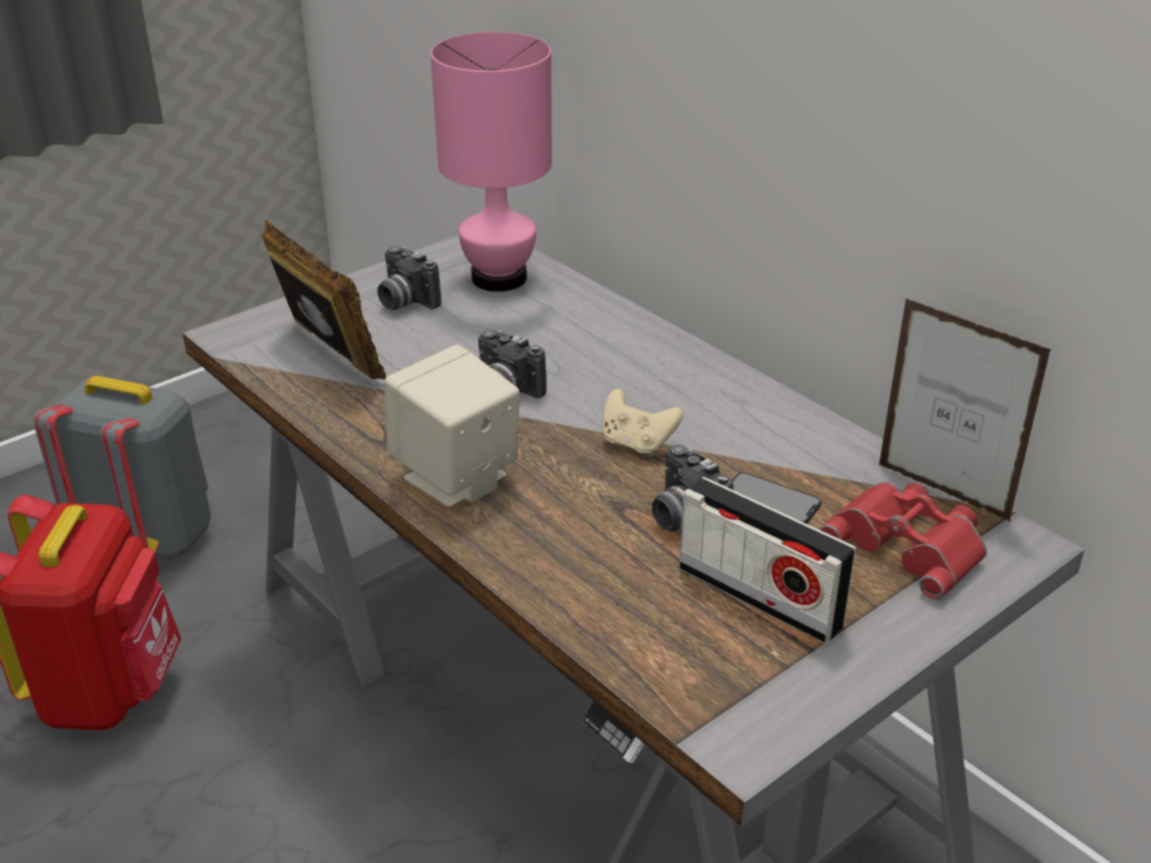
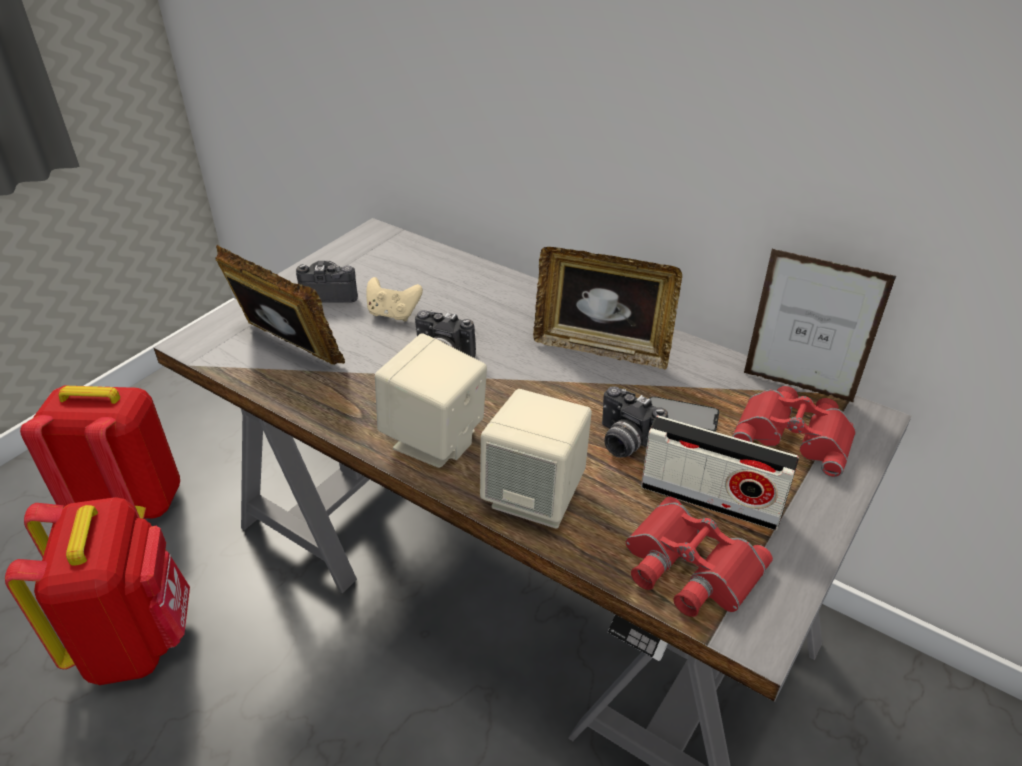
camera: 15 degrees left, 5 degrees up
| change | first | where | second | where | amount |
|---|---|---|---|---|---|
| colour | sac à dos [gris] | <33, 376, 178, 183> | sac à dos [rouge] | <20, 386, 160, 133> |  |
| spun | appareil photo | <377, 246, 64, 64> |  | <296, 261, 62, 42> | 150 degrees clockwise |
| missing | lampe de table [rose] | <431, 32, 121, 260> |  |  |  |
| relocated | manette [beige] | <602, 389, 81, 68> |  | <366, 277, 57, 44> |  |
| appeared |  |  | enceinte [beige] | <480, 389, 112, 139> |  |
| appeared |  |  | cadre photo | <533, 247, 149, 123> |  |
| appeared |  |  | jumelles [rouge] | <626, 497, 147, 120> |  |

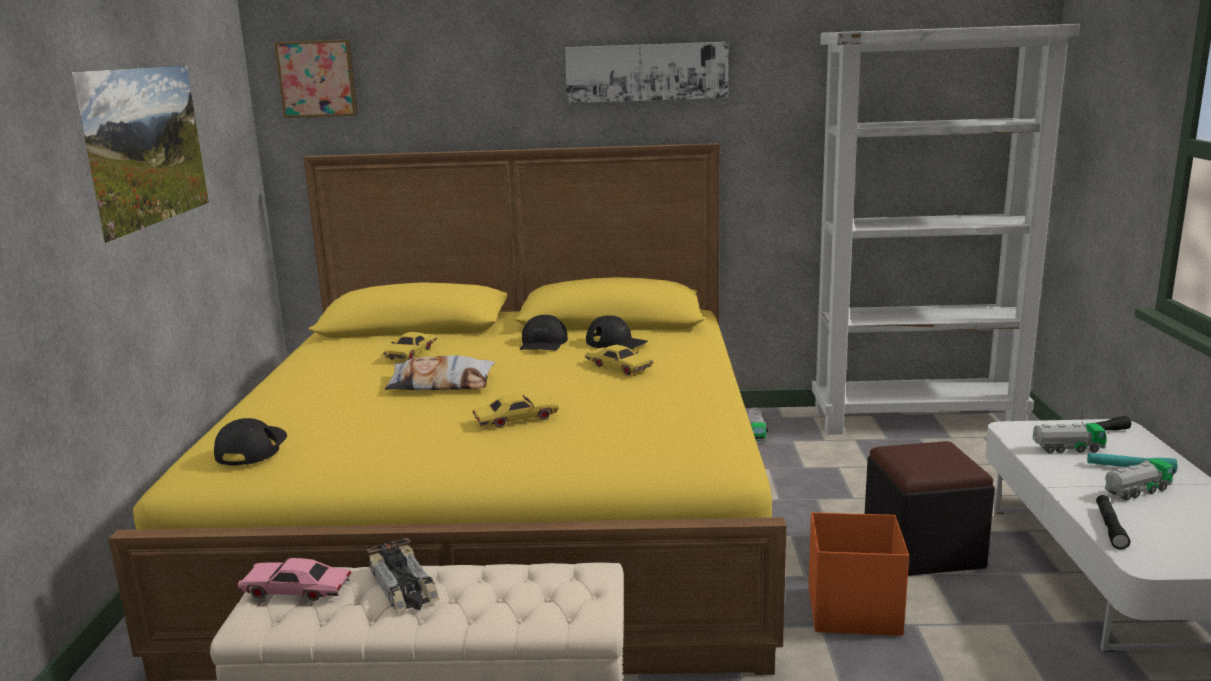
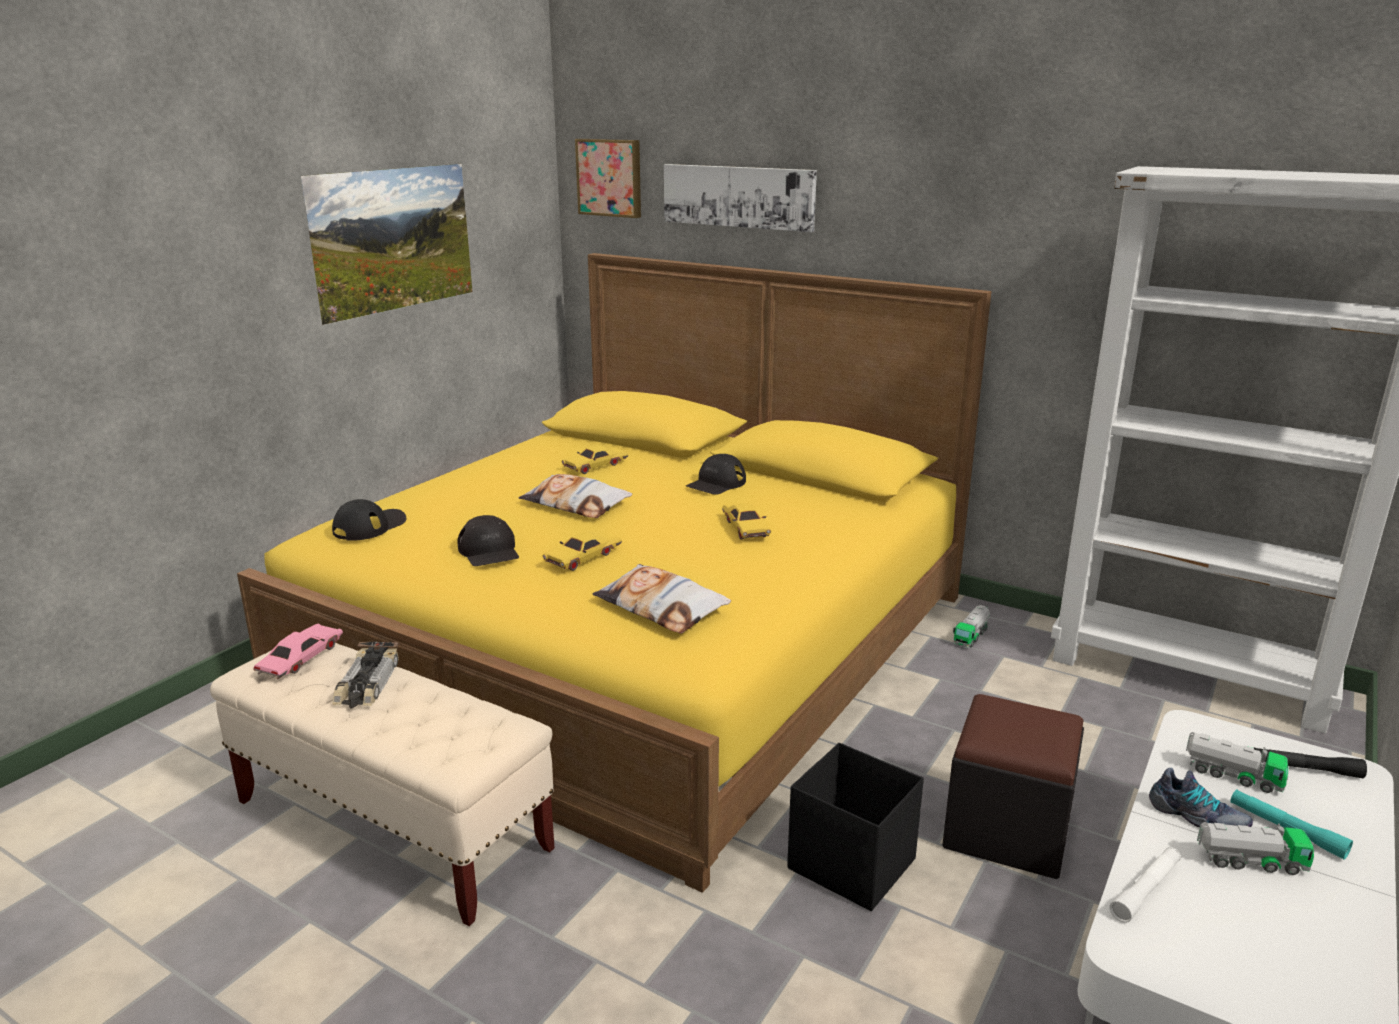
camera: 30 degrees right, 5 degrees up
| change | first | where | second | where | amount |
|---|---|---|---|---|---|
| spun | petite voiture [rose] | <238, 558, 113, 43> |  | <253, 623, 90, 56> | 75 degrees clockwise |
| spun | petite voiture [jaune] | <473, 394, 86, 33> |  | <542, 531, 80, 40> | 120 degrees clockwise |
| relocated | tableau | <565, 42, 163, 61> |  | <664, 164, 153, 68> |  |
| relocated | casquette [noir] | <586, 315, 62, 35> |  | <457, 515, 62, 51> |  |
| colour | boîte de rangement [orange] | <809, 512, 100, 124> | boîte de rangement [noir] | <787, 742, 137, 169> |  |
| colour | lampe de poche [noir] | <1096, 495, 34, 54> | lampe de poche [blanc] | <1110, 847, 71, 76> |  |
| appeared |  |  | coussin | <593, 564, 138, 70> |  |
| appeared |  |  | chaussure | <1149, 768, 104, 59> |  |

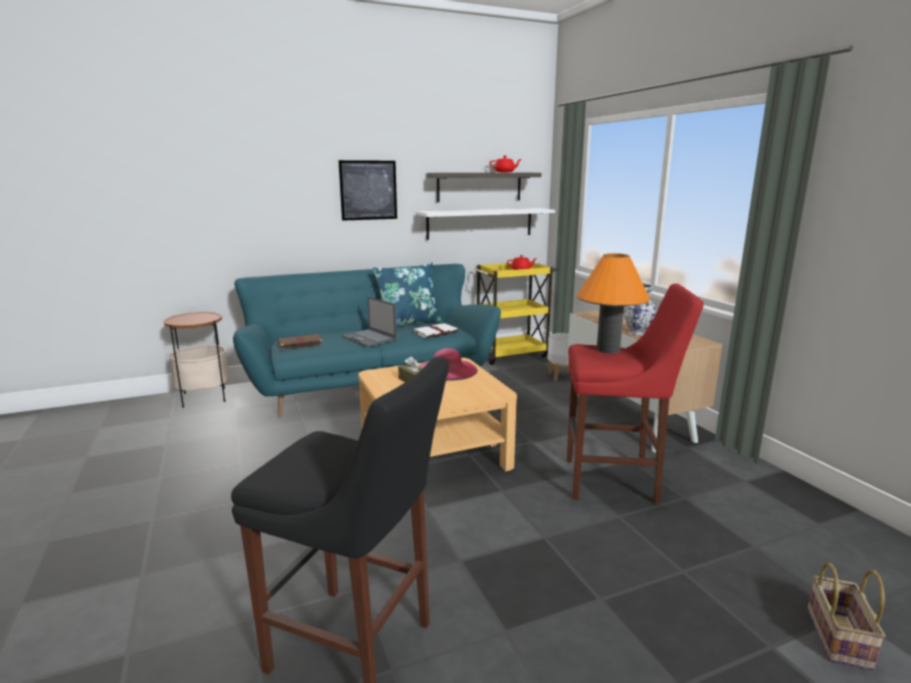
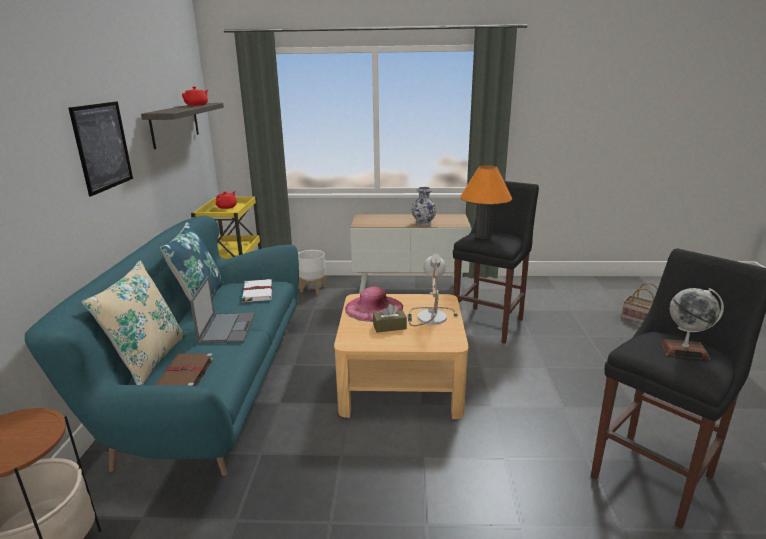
camera: 65 degrees left, 5 degrees up
| change | first | where | second | where | amount |
|---|---|---|---|---|---|
| spun | ordinateur portable | <341, 296, 56, 51> |  | <190, 276, 65, 68> | 75 degrees counterclockwise |
| missing | étagère [blanc] | <416, 208, 139, 32> |  |  |  |
| colour | tabouret [rouge] | <567, 284, 137, 221> | tabouret [noir] | <453, 181, 86, 163> |  |
| appeared |  |  | coussin [beige] | <82, 261, 104, 124> |  |
| appeared |  |  | lampe de table | <408, 254, 50, 72> |  |
| appeared |  |  | globe | <660, 288, 64, 72> |  |

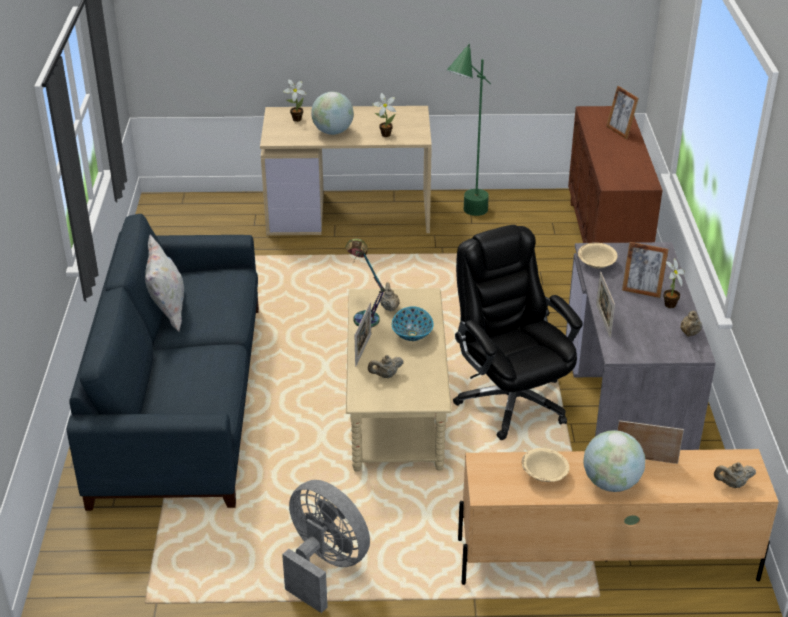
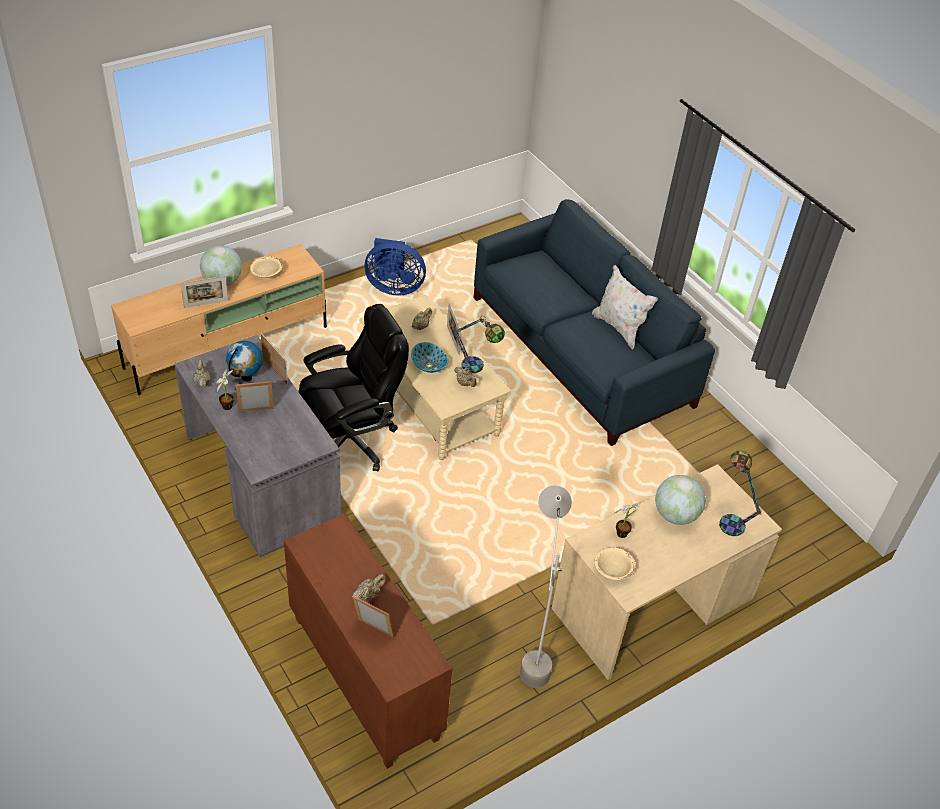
camera: 145 degrees right, 10 degrees up
| change | first | where | second | where | amount |
|---|---|---|---|---|---|
| colour | ventilateur [gris] | <282, 480, 88, 133> | ventilateur [bleu] | <364, 238, 62, 58> |  |
| exchanged | plante en pot | <283, 79, 24, 43> | lampe de table | <719, 450, 42, 86> |  |
| colour | lampadaire [vert] | <447, 44, 44, 172> | lampadaire [gris] | <520, 485, 52, 203> |  |
| spun | chaise de bureau [noir] | <453, 225, 130, 215> |  | <299, 304, 110, 168> | 60 degrees counterclockwise |
| relocated | bol [beige] | <578, 242, 40, 26> |  | <595, 548, 41, 32> |  |
| relocated | théière [beige] | <714, 462, 42, 26> |  | <353, 574, 33, 27> |  |
| appeared |  |  | globe | <226, 341, 37, 40> |  |

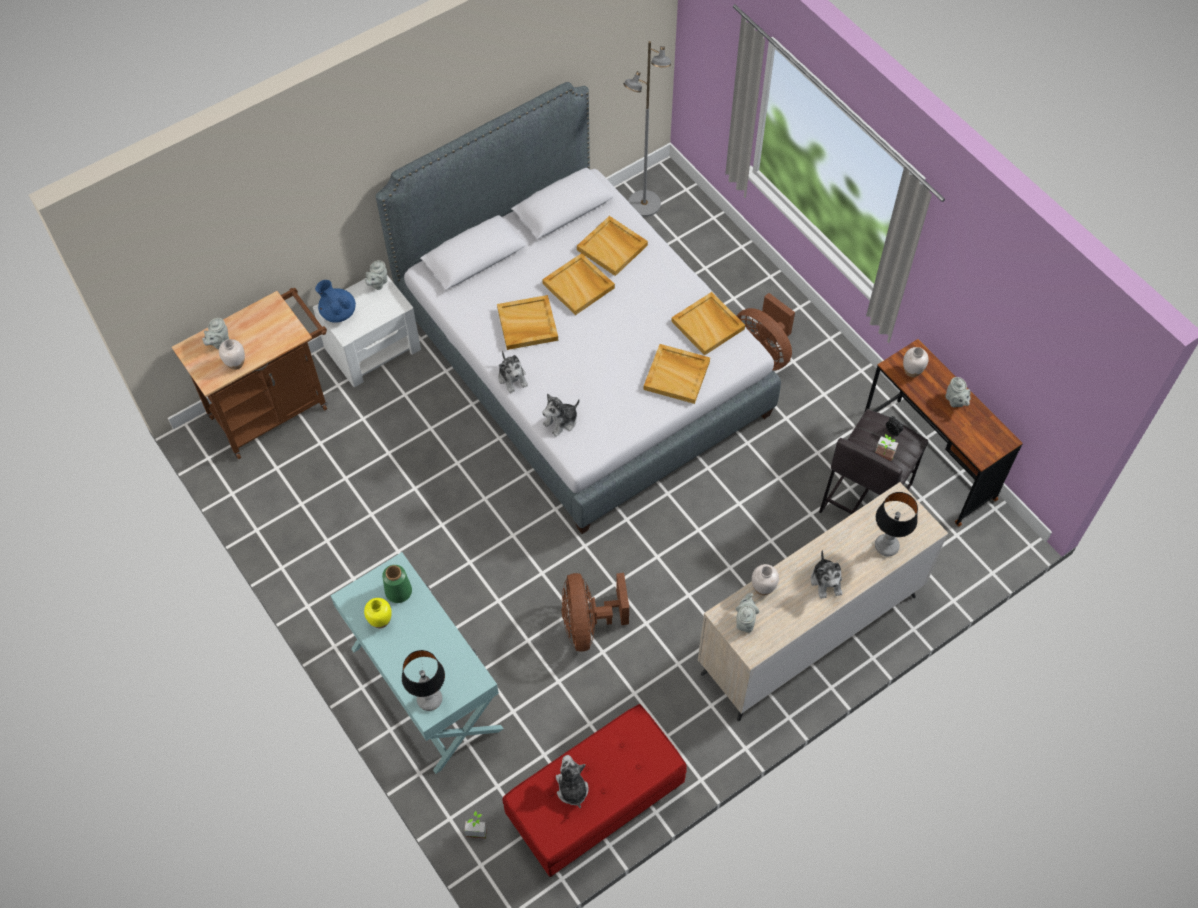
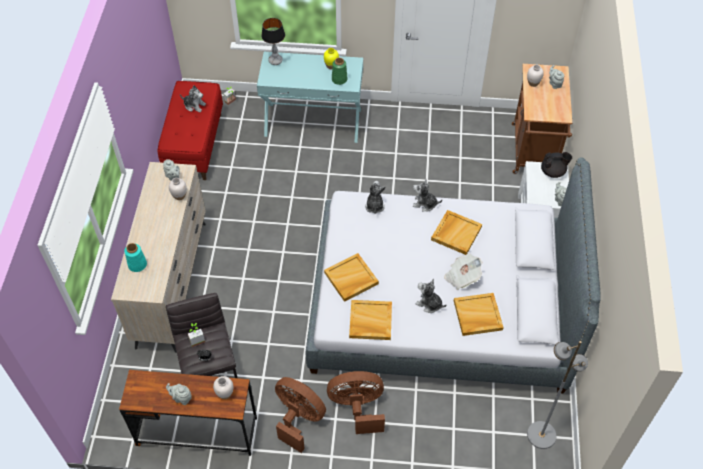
camera: 130 degrees right, 5 degrees down
| change | first | where | second | where | amount |
|---|---|---|---|---|---|
| colour | théière [bleu] | <315, 280, 41, 42> | théière [noir] | <541, 152, 31, 26> |  |
| exchanged | plateau [beige] | <542, 253, 73, 62> | journal | <444, 254, 39, 36> |  |
| relocated | ventilateur [marron] | <561, 573, 68, 78> |  | <275, 377, 51, 76> |  |
| relocated | peluche | <811, 550, 31, 49> |  | <416, 279, 31, 34> |  |
| exchanged | lampe de table | <875, 492, 43, 64> | vase [turquoise] | <124, 243, 23, 29> |  |

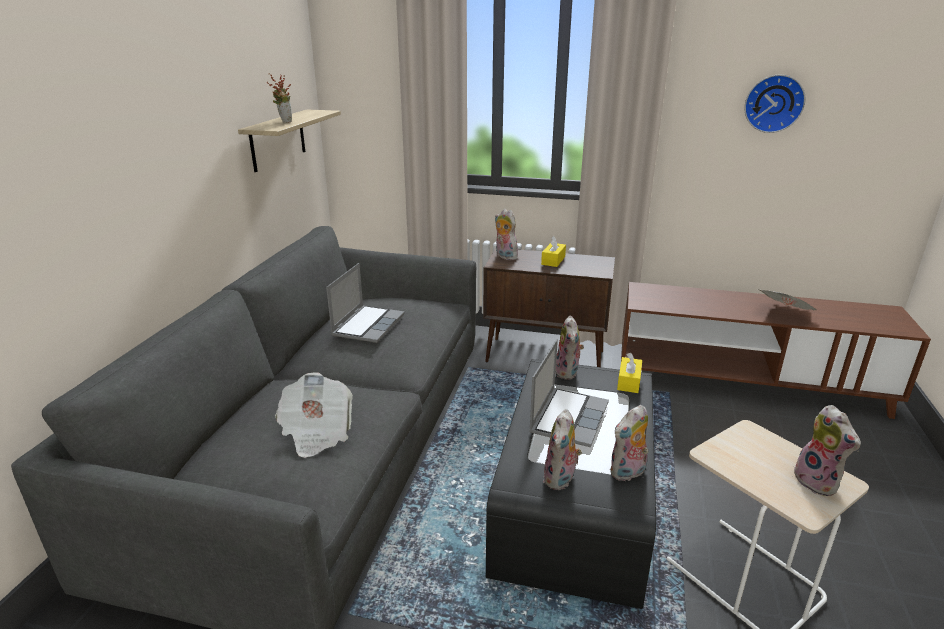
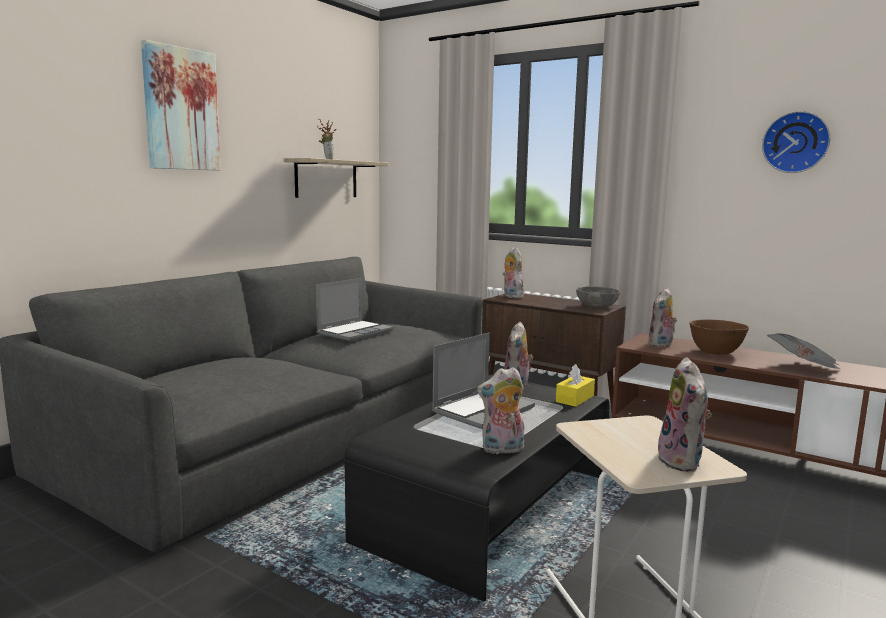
camera: 20 degrees right, 15 degrees down
| change | first | where | second | where | amount |
|---|---|---|---|---|---|
| missing | journal | <275, 372, 78, 86> |  |  |  |
| missing | boîte à mouchoirs [jaune] | <541, 236, 25, 31> |  |  |  |
| relocated | peluche | <544, 409, 38, 81> |  | <648, 288, 29, 59> |  |
| appeared |  |  | tableau | <141, 40, 80, 131> |  |
| appeared |  |  | bol [gris] | <576, 286, 44, 22> |  |
| appeared |  |  | bol [marron] | <689, 319, 60, 36> |  |

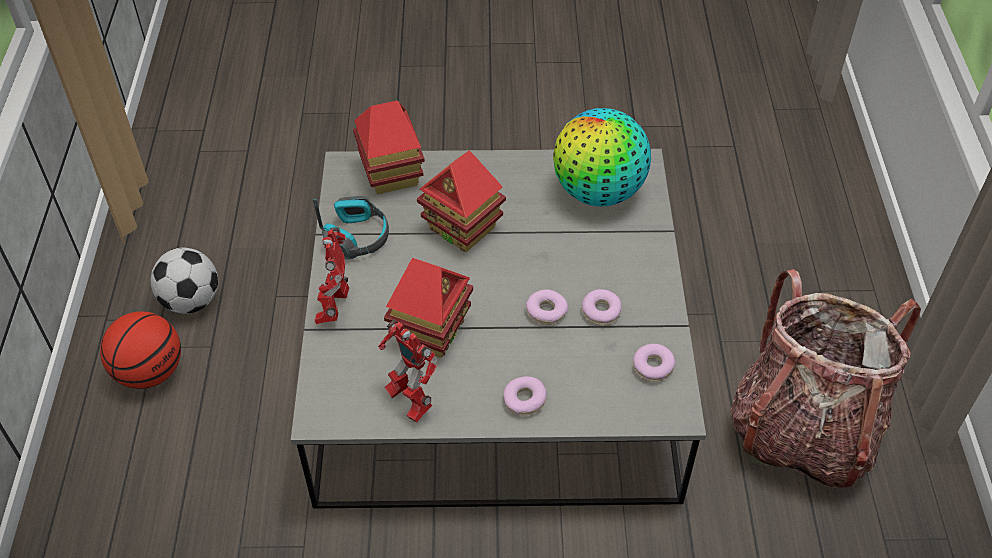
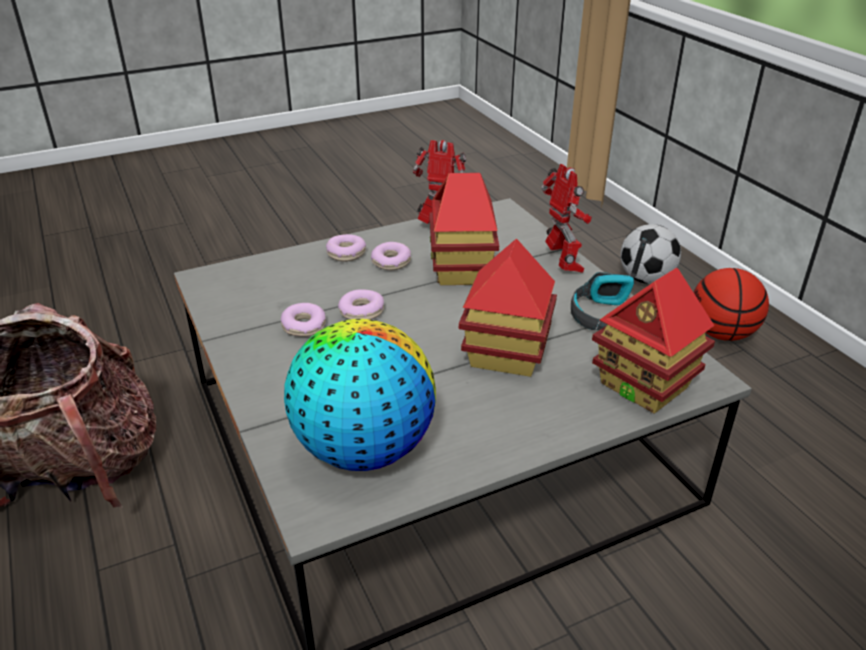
camera: 155 degrees right, 15 degrees down
| change | first | where | second | where | amount |
|---|---|---|---|---|---|
| relocated | ballon de foot | <151, 248, 67, 66> |  | <620, 224, 61, 60> |  |
| relocated | beignet | <633, 344, 43, 38> |  | <371, 242, 40, 28> |  |

